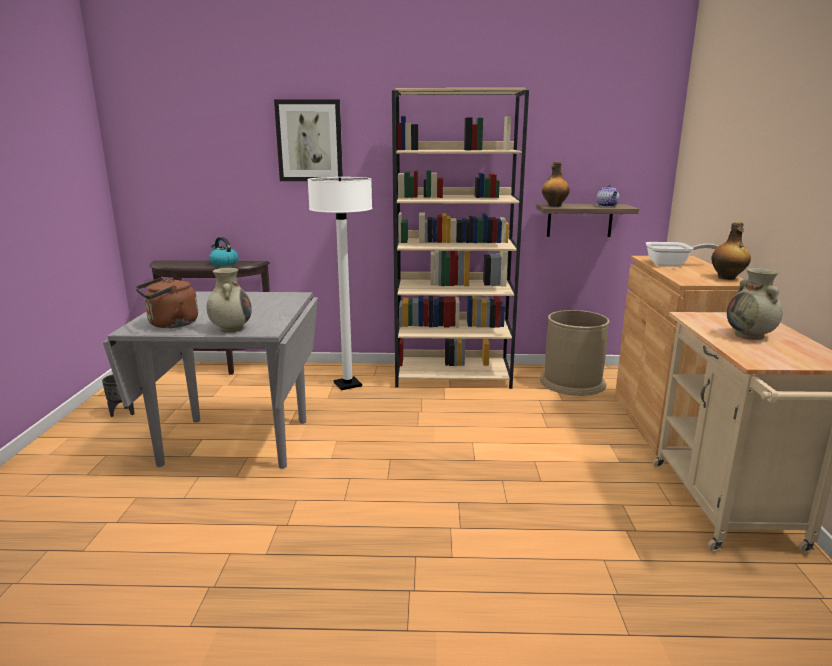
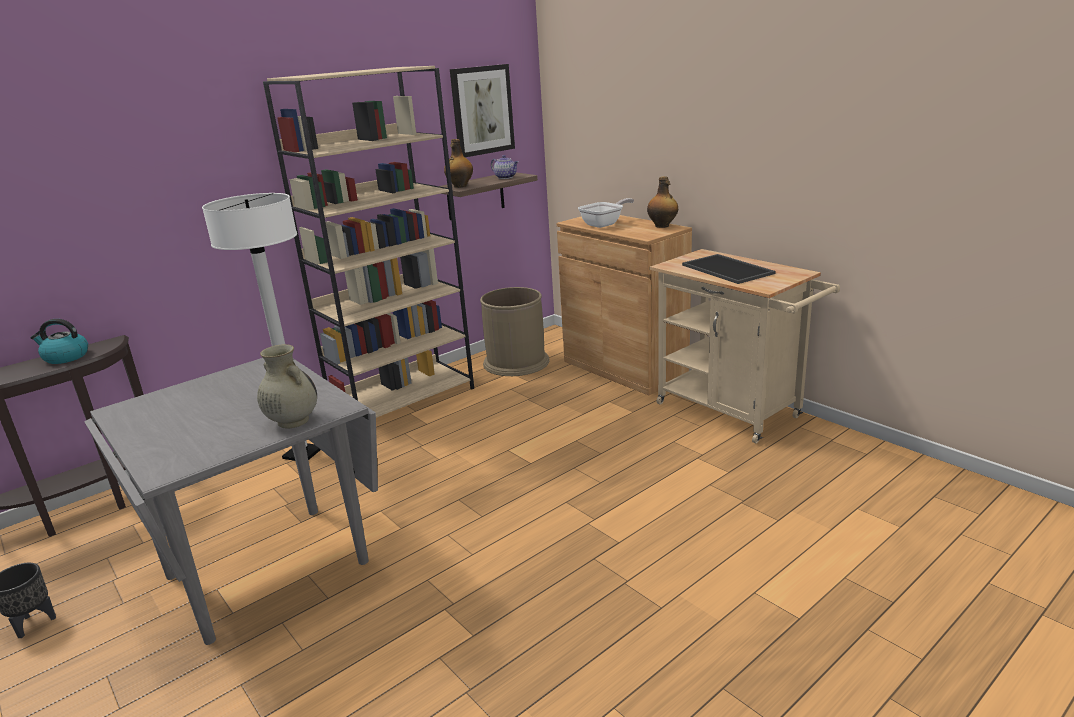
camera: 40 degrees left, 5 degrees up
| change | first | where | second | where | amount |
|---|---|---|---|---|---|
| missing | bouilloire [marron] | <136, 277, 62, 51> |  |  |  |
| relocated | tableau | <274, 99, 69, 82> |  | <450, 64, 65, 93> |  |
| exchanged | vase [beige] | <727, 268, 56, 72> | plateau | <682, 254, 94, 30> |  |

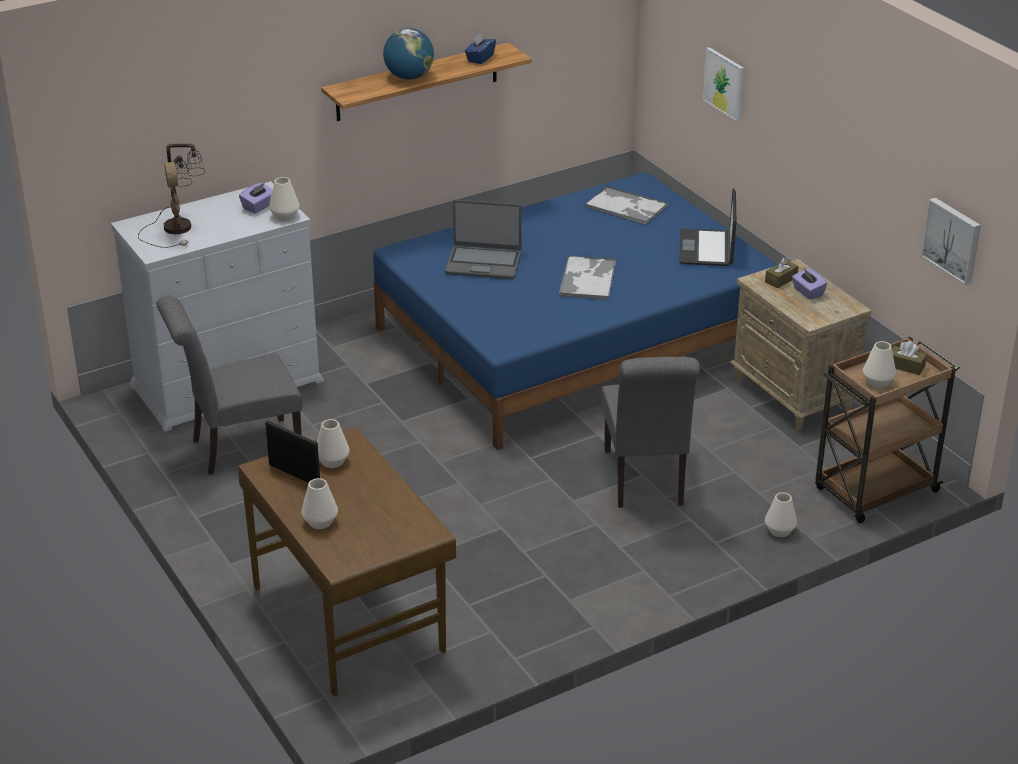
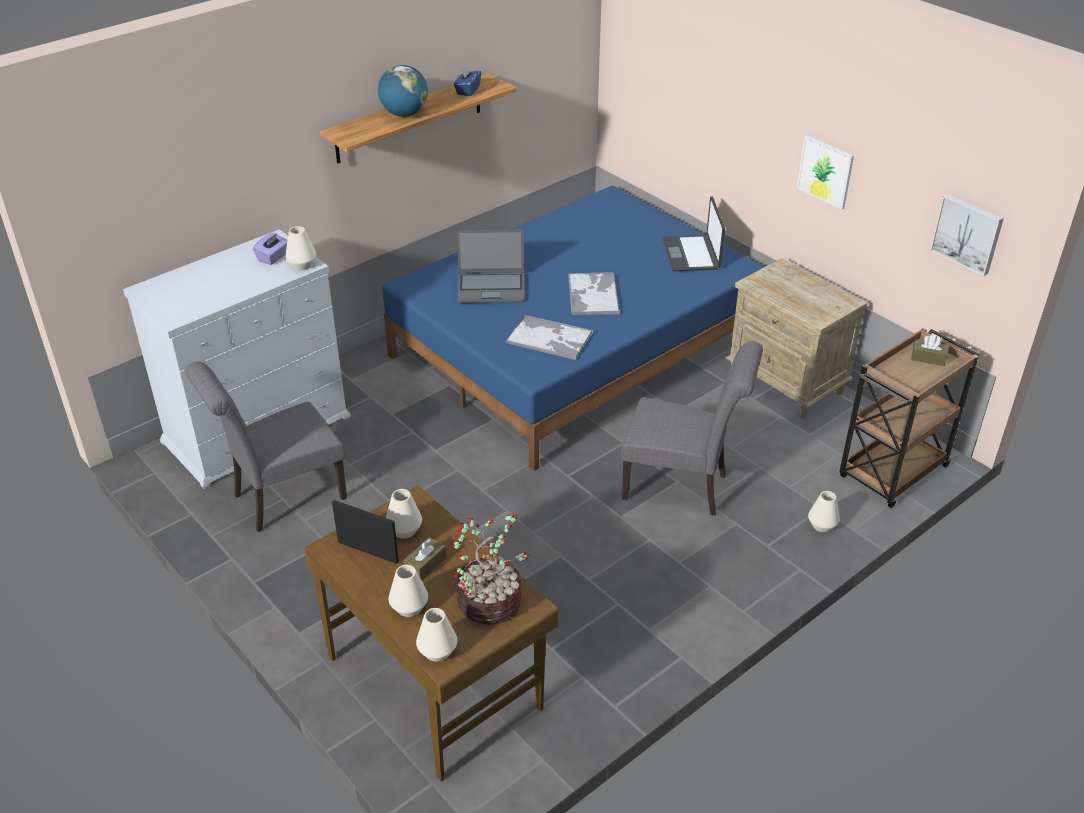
camera: 10 degrees left, 5 degrees up
| change | first | where | second | where | amount |
|---|---|---|---|---|---|
| missing | lampe de table | <138, 143, 67, 105> |  |  |  |
| relocated | plateau | <585, 185, 83, 40> |  | <506, 315, 87, 45> |  |
| spun | chaise [gris] | <601, 357, 99, 151> |  | <621, 341, 142, 175> | 60 degrees counterclockwise |
| relocated | tableau | <703, 47, 41, 75> |  | <797, 135, 57, 75> |  |
| relocated | boîte à mouchoirs [marron] | <765, 257, 34, 31> |  | <404, 537, 42, 43> |  |
| missing | boîte à mouchoirs [violet] | <792, 268, 35, 31> |  |  |  |
| relocated | vase [blanc] | <863, 341, 33, 47> |  | <416, 608, 41, 54> |  |
| appeared |  |  | plante en pot | <449, 513, 81, 112> |  |

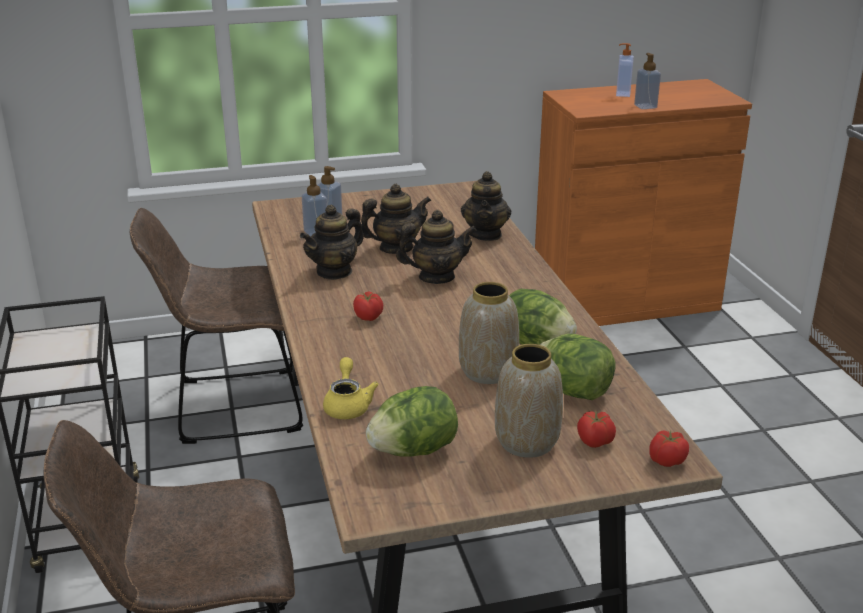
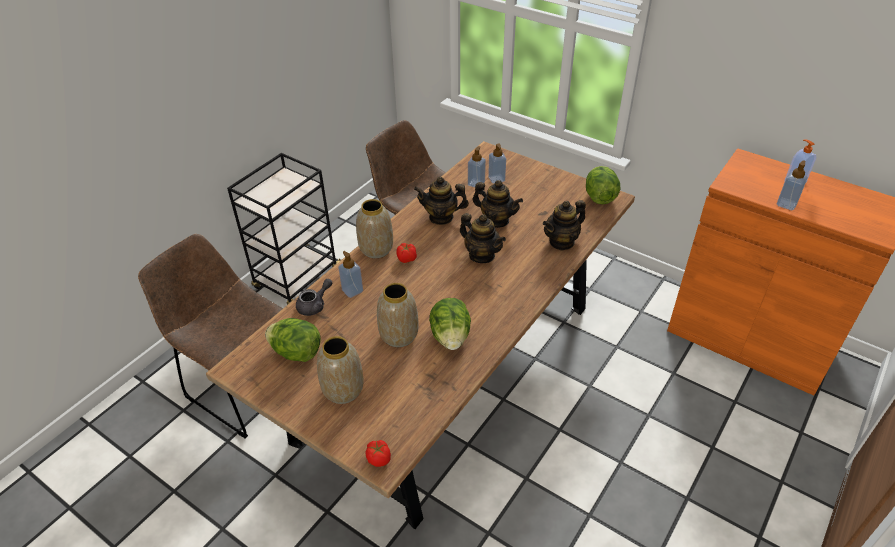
camera: 50 degrees right, 15 degrees up
| change | first | where | second | where | amount |
|---|---|---|---|---|---|
| colour | théière [jaune] | <323, 357, 56, 62> | théière [gris] | <296, 279, 36, 37> |  |
| relocated | laitue | <539, 334, 77, 66> |  | <586, 166, 35, 38> |  |
| missing | tomate | <577, 410, 39, 38> |  |  |  |
| appeared |  |  | distributeur de savon | <338, 251, 25, 47> |  |
| appeared |  |  | vase | <356, 199, 37, 59> |  |

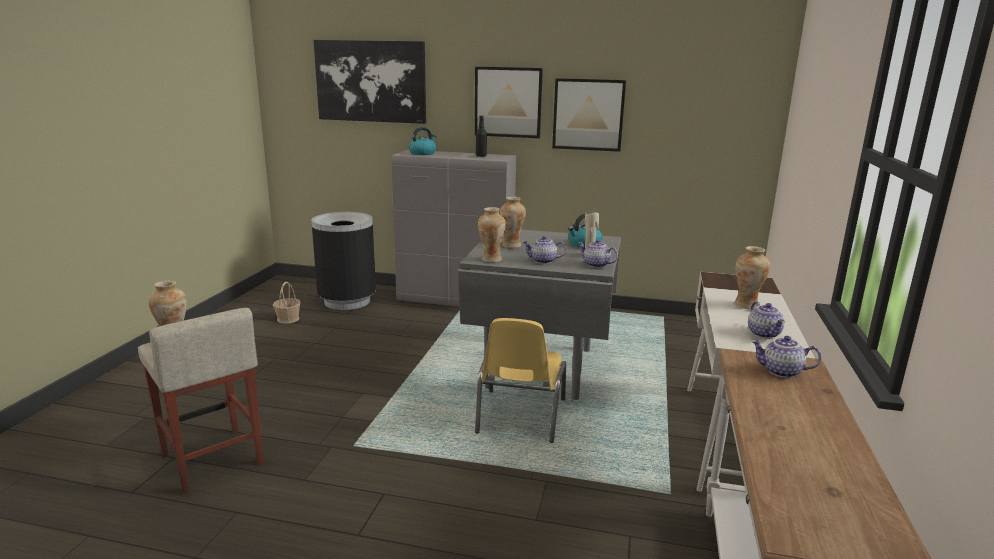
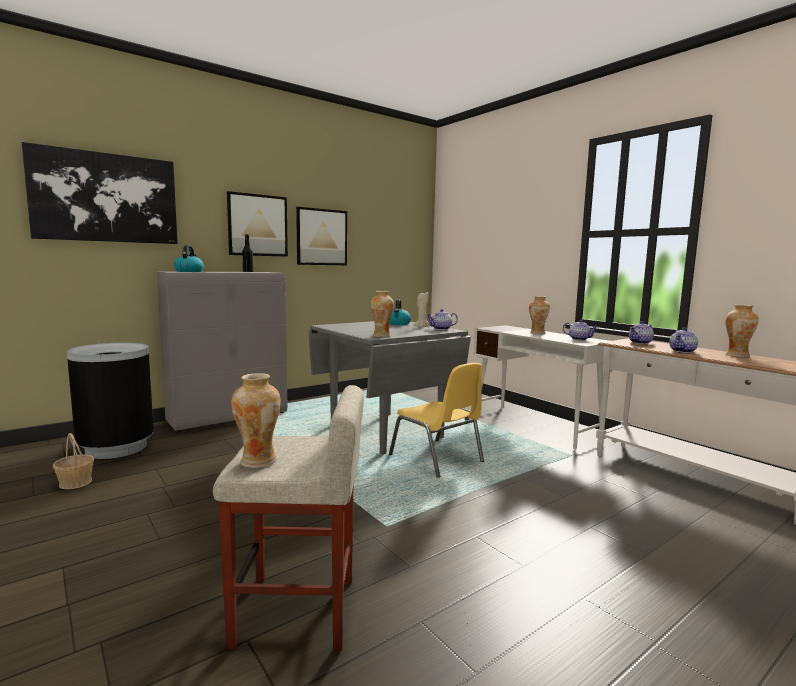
camera: 50 degrees left, 10 degrees down
| change | first | where | second | where | amount |
|---|---|---|---|---|---|
| relocated | vase | <500, 197, 26, 51> |  | <725, 304, 34, 53> |  |
| relocated | théière | <523, 236, 43, 28> |  | <670, 327, 28, 26> |  |

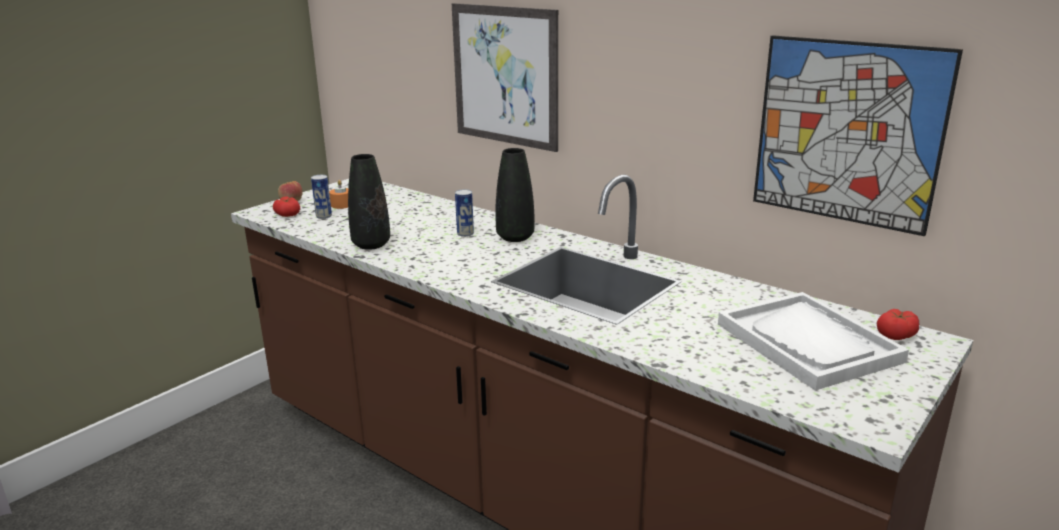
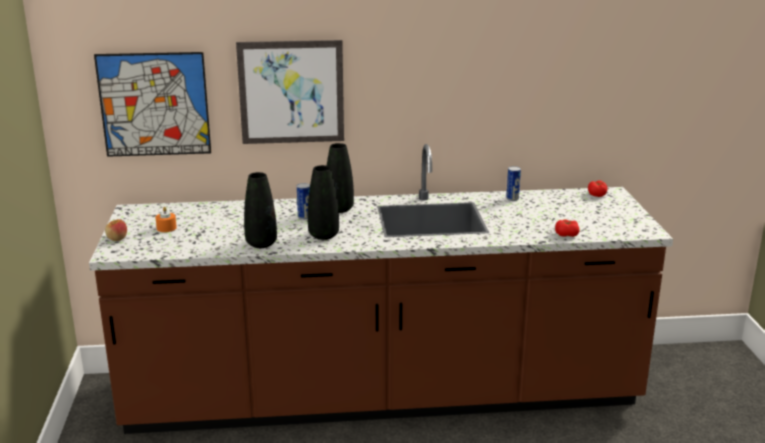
camera: 45 degrees left, 0 degrees up
| change | first | where | second | where | amount |
|---|---|---|---|---|---|
| relocated | tomate | <273, 197, 27, 20> |  | <555, 219, 25, 18> |  |
| relocated | boîte métallique | <311, 175, 21, 44> |  | <506, 166, 15, 35> |  |
| missing | plateau [blanc] | <718, 292, 191, 98> |  |  |  |
| relocated | tableau | <753, 35, 210, 201> |  | <94, 52, 117, 105> |  |
| appeared |  |  | vase [noir] | <308, 165, 31, 75> |  |

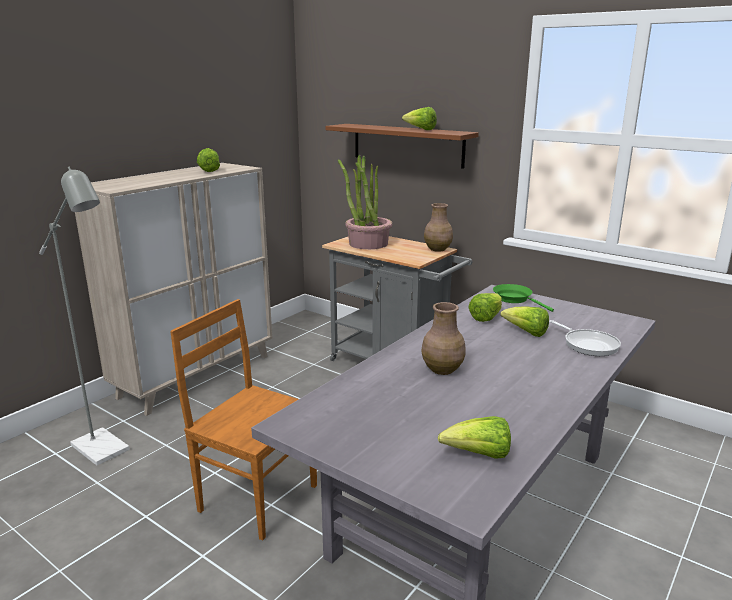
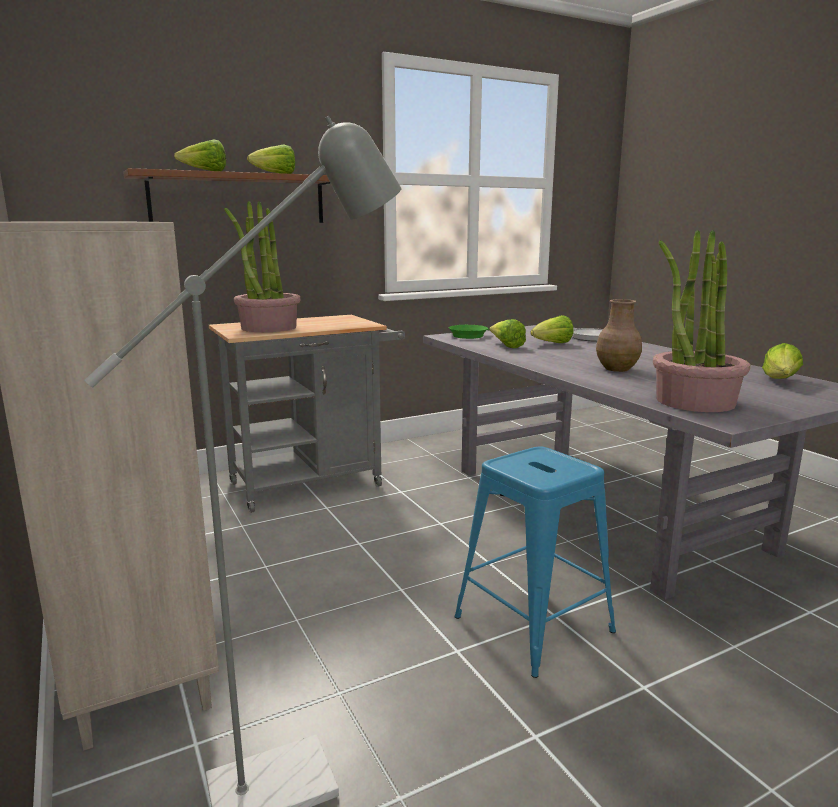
camera: 65 degrees left, 5 degrees down
| change | first | where | second | where | amount |
|---|---|---|---|---|---|
| exchanged | chaise [marron] | <170, 299, 147, 242> | tabouret [bleu] | <454, 446, 162, 232> |  |
| relocated | laitue | <197, 148, 23, 24> |  | <174, 140, 52, 31> |  |
| missing | vase [marron] | <424, 203, 29, 49> |  |  |  |
| appeared |  |  | plante en pot | <653, 230, 97, 182> |  |

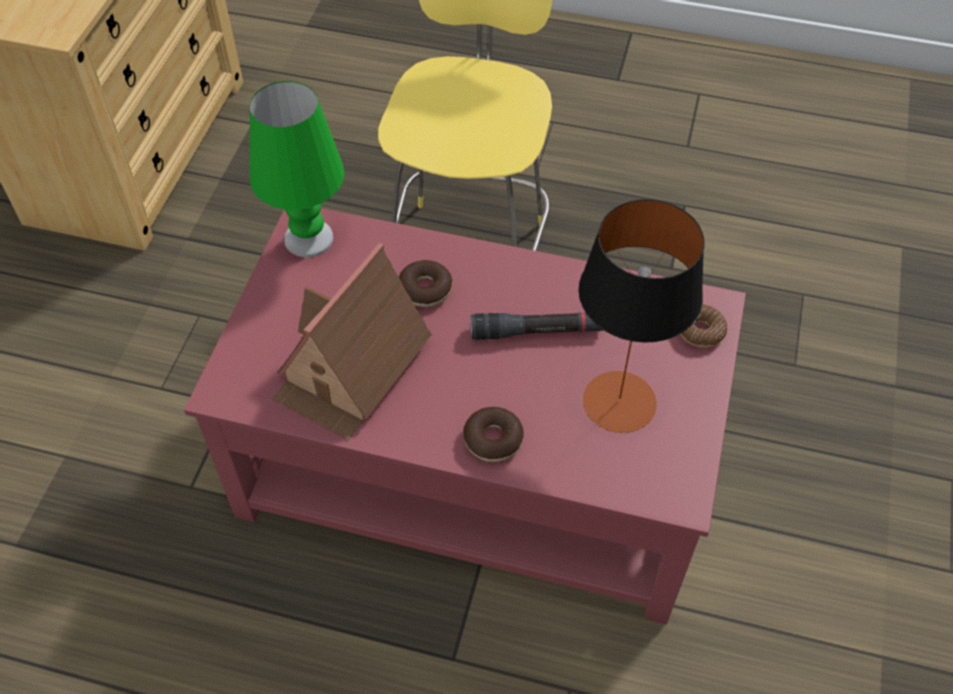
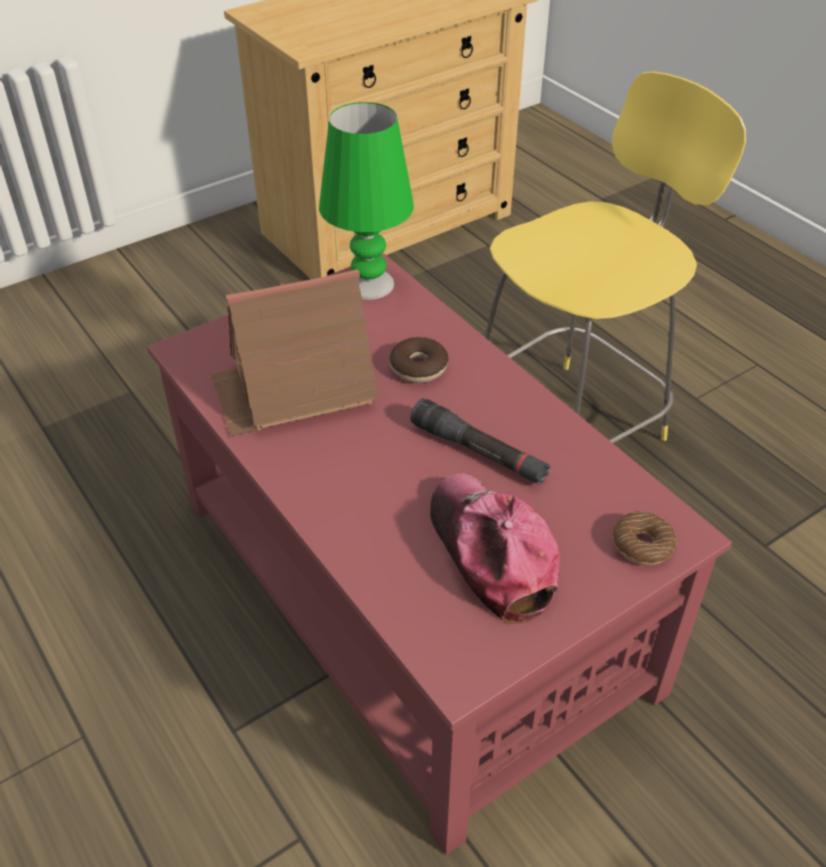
camera: 40 degrees right, 10 degrees down
| change | first | where | second | where | amount |
|---|---|---|---|---|---|
| missing | beignet | <463, 407, 61, 55> |  |  |  |
| exchanged | lampe de table | <578, 199, 126, 234> | casquette | <430, 473, 130, 151> |  |

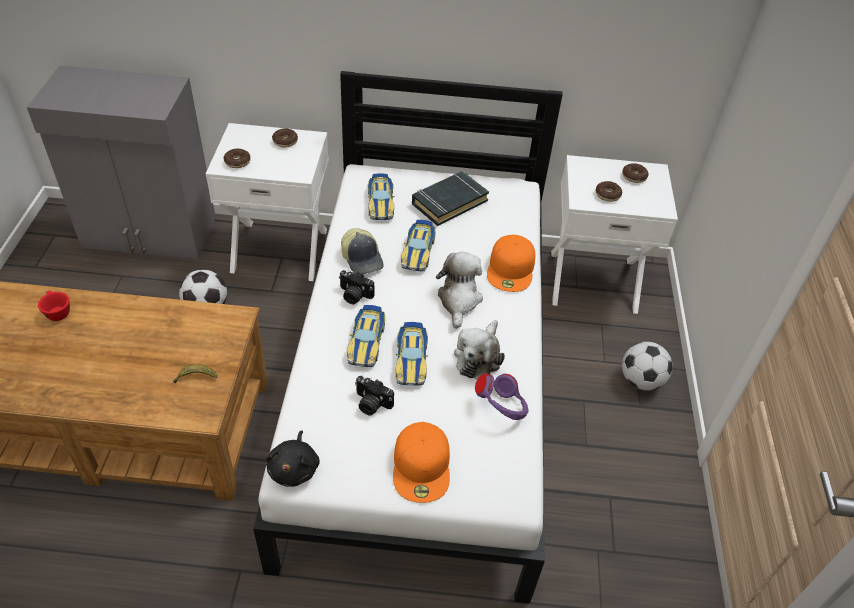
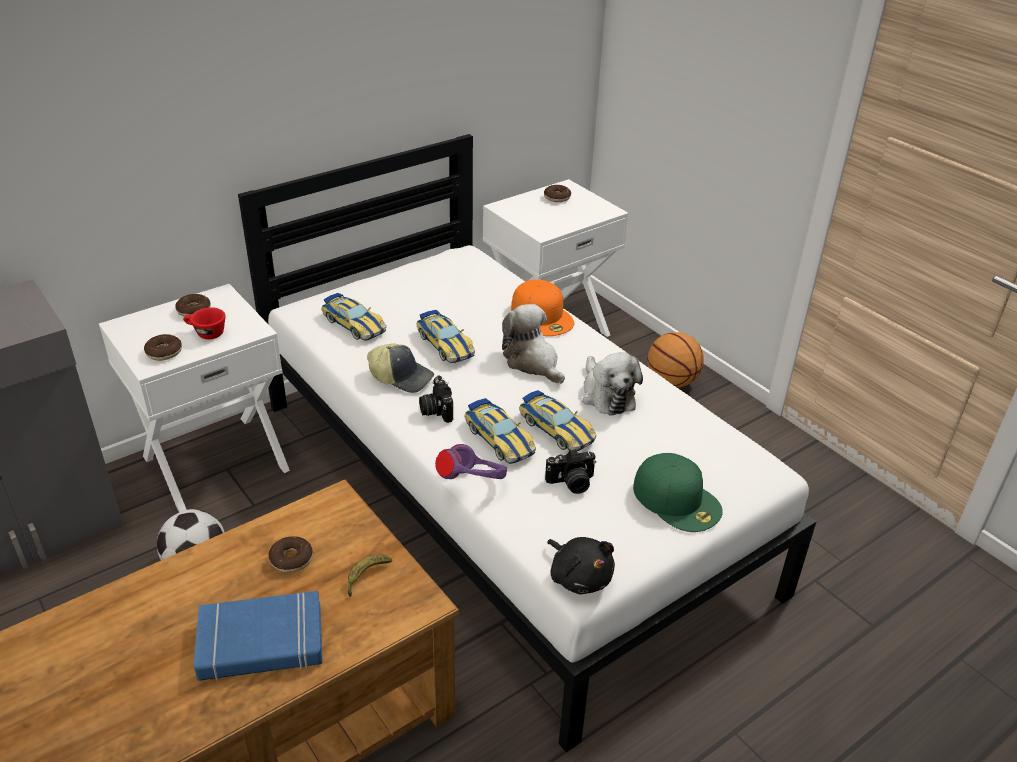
camera: 40 degrees left, 10 degrees down
| change | first | where | second | where | amount |
|---|---|---|---|---|---|
| relocated | tasse [rouge] | <38, 291, 32, 30> |  | <183, 307, 42, 32> |  |
| spun | appareil photo | <339, 270, 35, 34> |  | <419, 376, 34, 47> | 90 degrees clockwise |
| colour | casquette [orange] | <393, 422, 57, 81> | casquette [vert] | <633, 453, 90, 79> |  |
| missing | livre [noir] | <412, 171, 77, 55> |  |  |  |
| relocated | casque audio [violet] | <475, 373, 54, 47> |  | <435, 444, 72, 35> |  |
| relocated | beignet | <596, 181, 26, 21> |  | <269, 536, 44, 37> |  |
| exchanged | ballon de foot | <622, 342, 50, 49> | ballon de basket | <647, 332, 57, 55> |  |
| appeared |  |  | livre [bleu] | <194, 591, 128, 90> |  |

